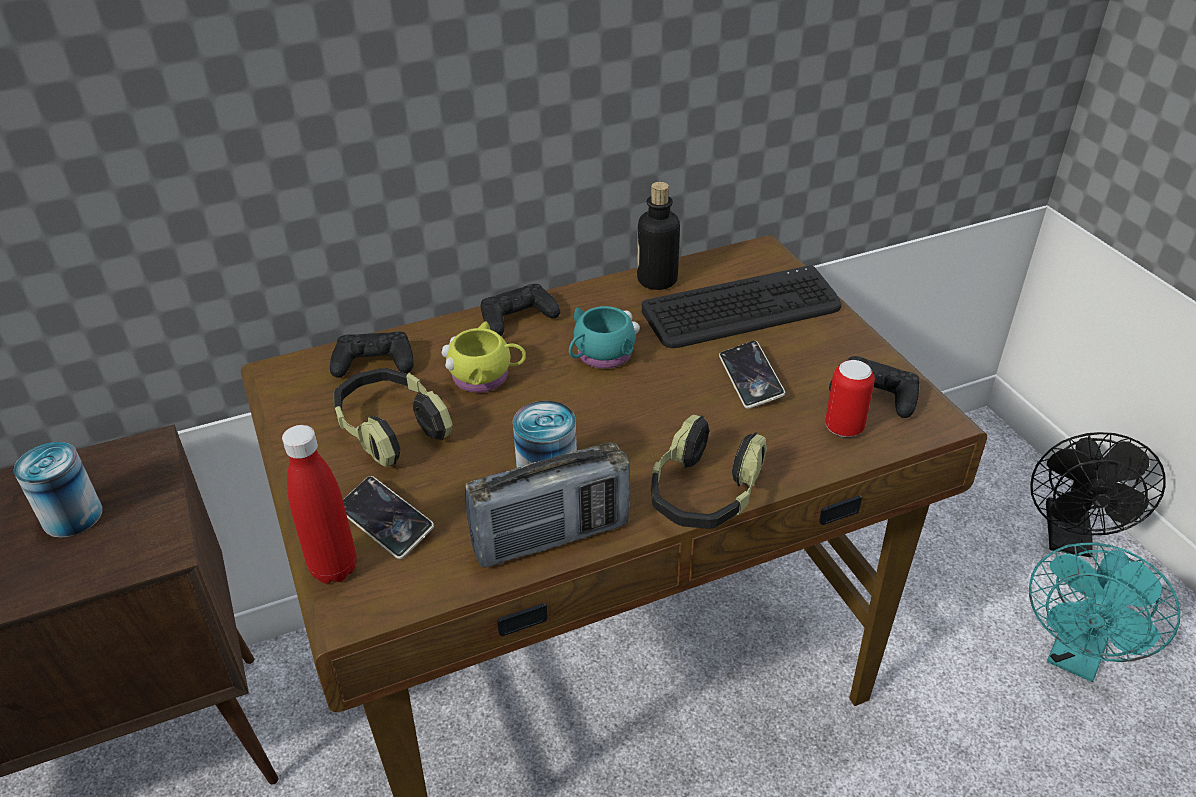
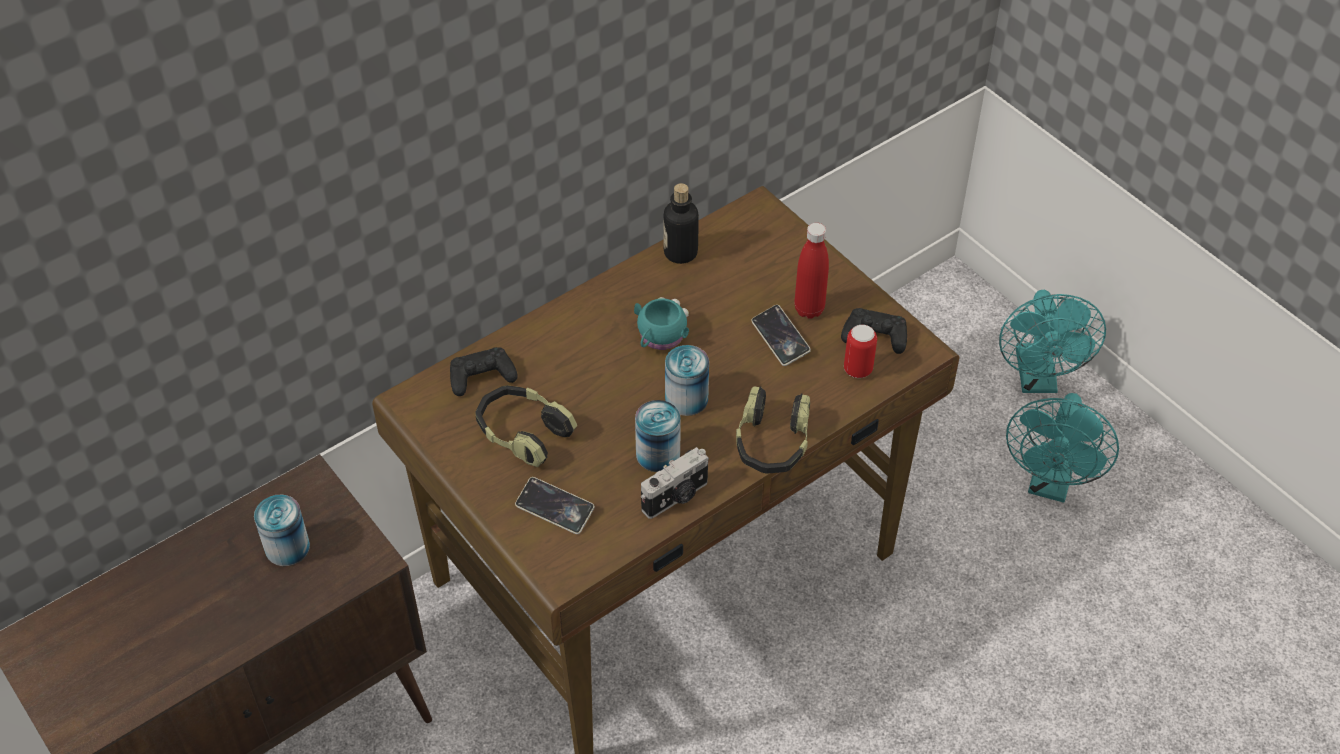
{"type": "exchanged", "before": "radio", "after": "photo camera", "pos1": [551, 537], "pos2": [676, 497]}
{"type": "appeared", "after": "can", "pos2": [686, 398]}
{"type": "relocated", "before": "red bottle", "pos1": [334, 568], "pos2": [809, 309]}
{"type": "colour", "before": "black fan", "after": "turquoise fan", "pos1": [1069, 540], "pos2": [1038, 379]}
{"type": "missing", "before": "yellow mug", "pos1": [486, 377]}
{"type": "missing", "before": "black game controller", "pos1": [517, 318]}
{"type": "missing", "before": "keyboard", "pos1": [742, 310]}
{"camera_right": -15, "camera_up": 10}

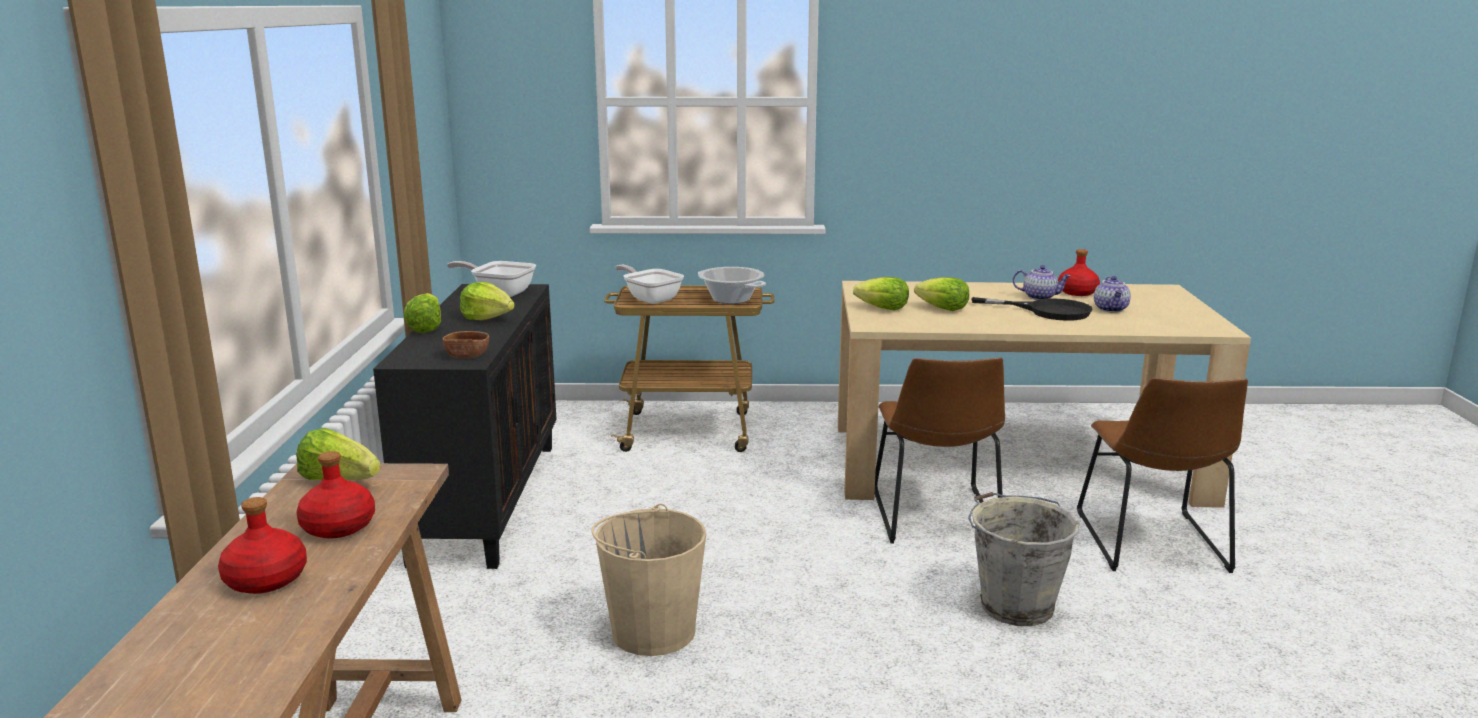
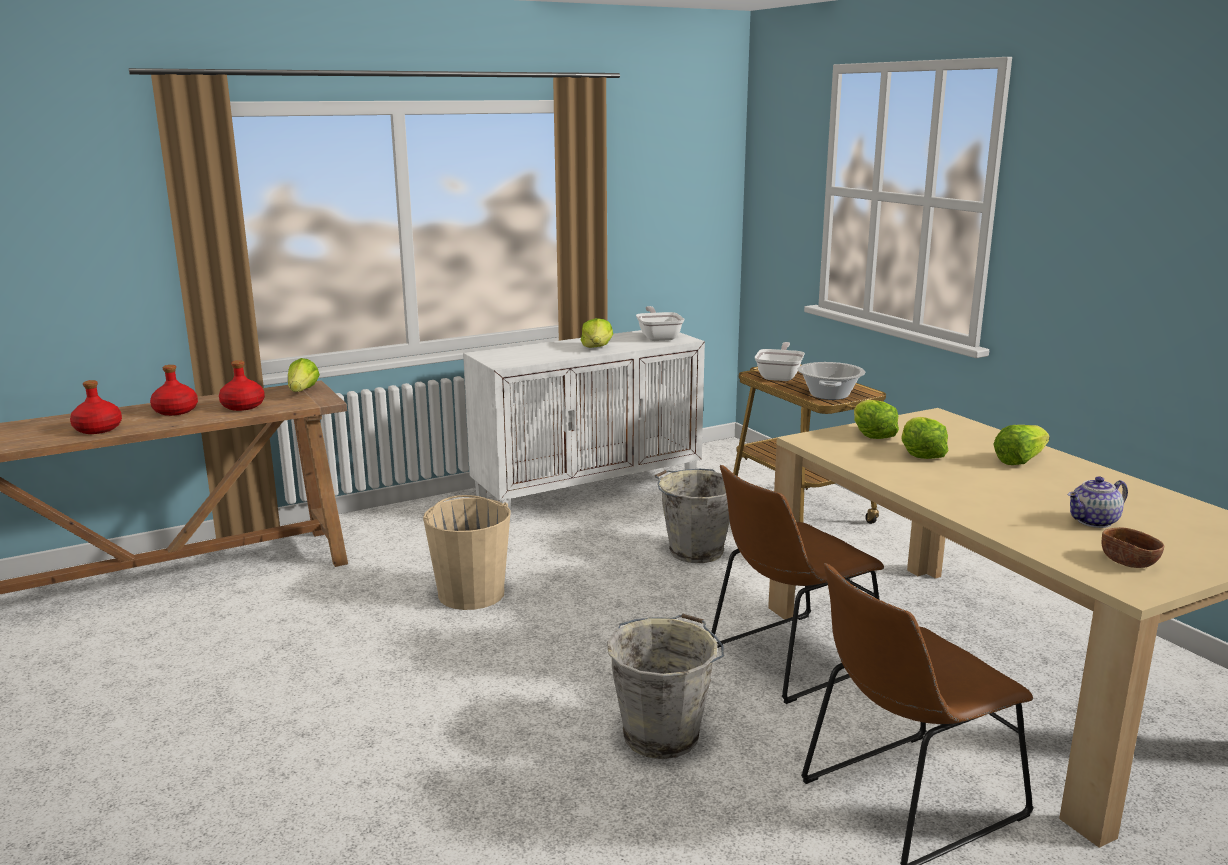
{"type": "relocated", "before": "red bottle", "pos1": [1078, 292], "pos2": [97, 429]}
{"type": "colour", "before": "black cabinet", "after": "white cabinet", "pos1": [485, 500], "pos2": [589, 490]}
{"type": "appeared", "after": "grey bucket", "pos2": [694, 551]}
{"type": "relocated", "before": "lettuce", "pos1": [426, 328], "pos2": [1019, 460]}
{"type": "relocated", "before": "brown bowl", "pos1": [467, 355], "pos2": [1128, 561]}
{"type": "missing", "before": "black frying pan", "pos1": [1047, 311]}
{"type": "missing", "before": "teapot", "pos1": [1040, 297]}
{"camera_right": 60, "camera_up": 0}

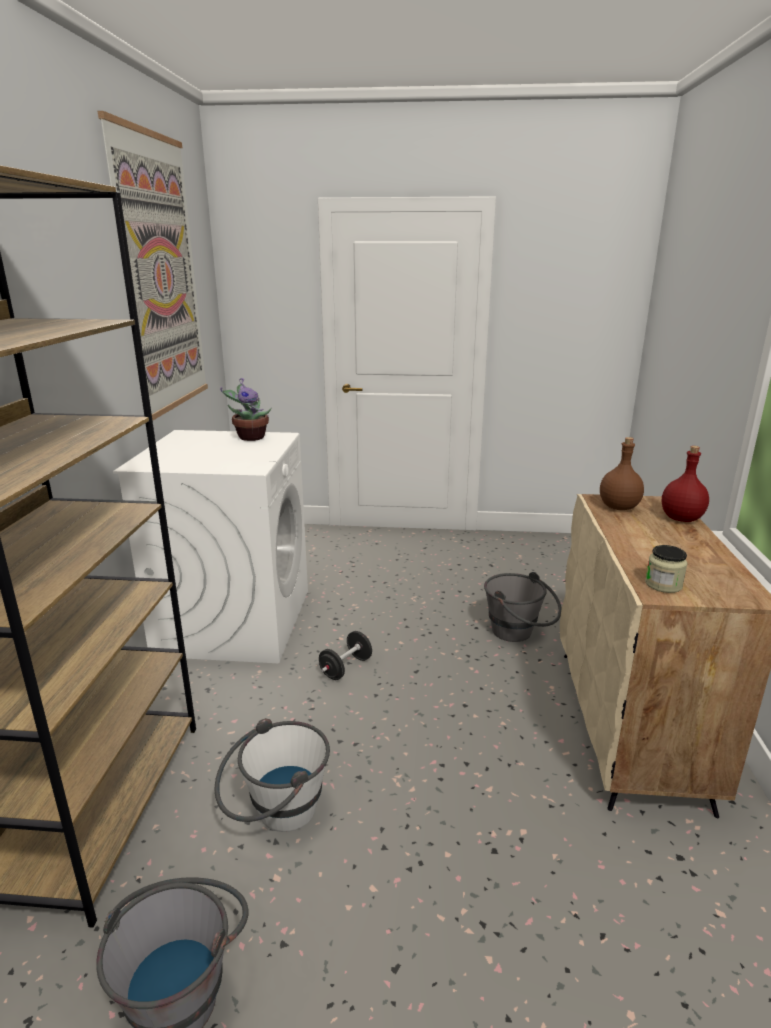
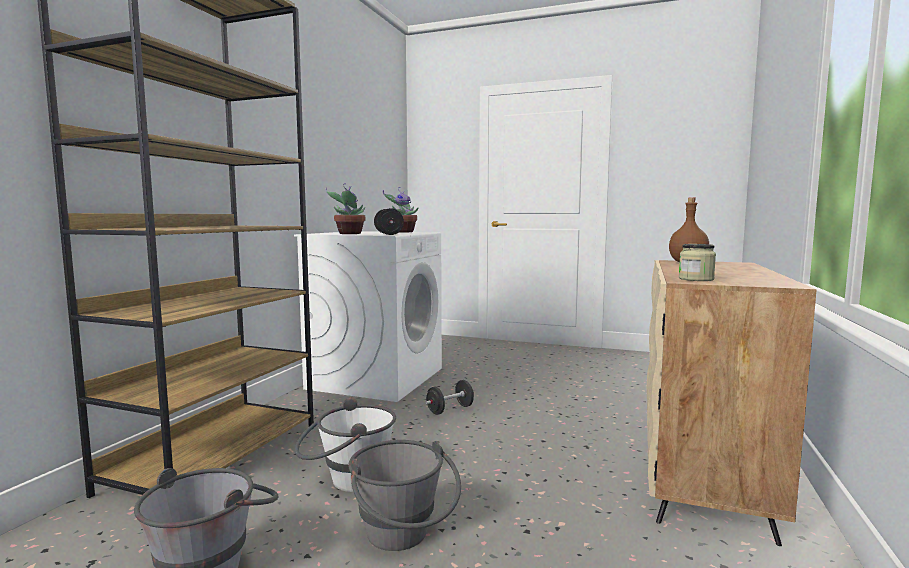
{"type": "appeared", "after": "potted plant", "pos2": [348, 233]}
{"type": "relocated", "before": "grey bucket", "pos1": [519, 634], "pos2": [403, 539]}
{"type": "appeared", "after": "black dumbbell", "pos2": [388, 234]}
{"type": "missing", "before": "picture", "pos1": [161, 276]}
{"type": "missing", "before": "red bottle", "pos1": [681, 519]}
{"camera_right": 15, "camera_up": -15}

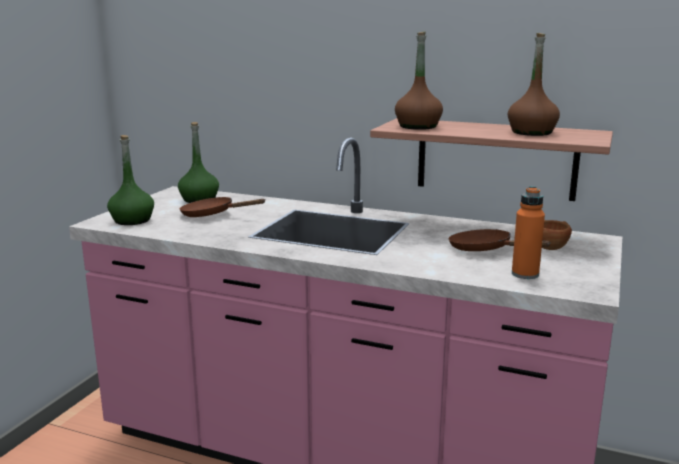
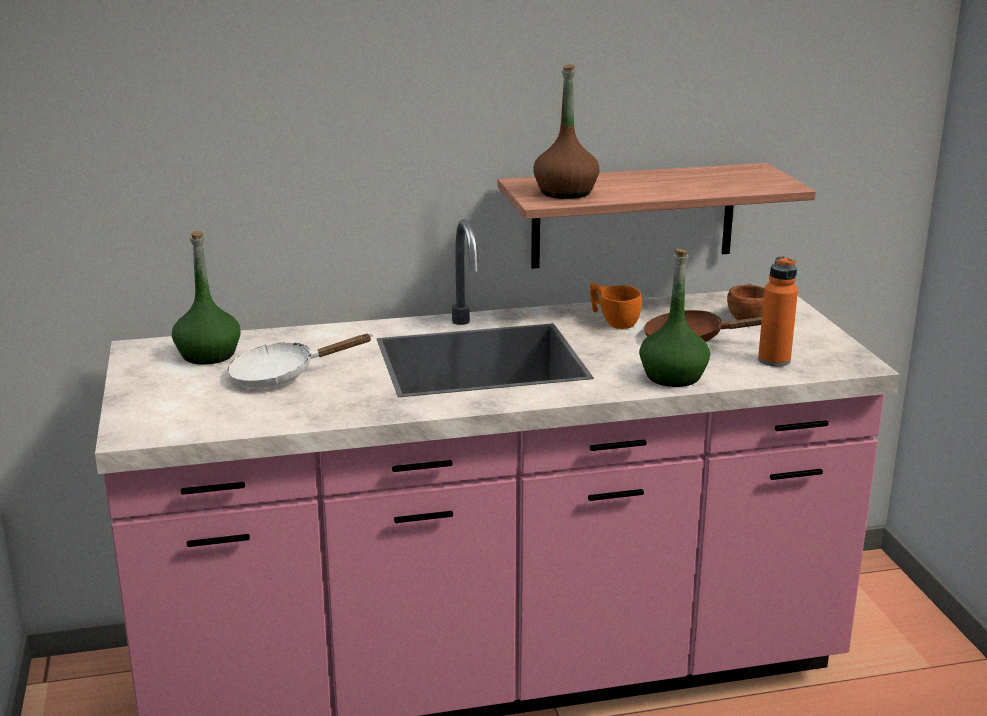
{"type": "colour", "before": "brown frying pan", "after": "white frying pan", "pos1": [212, 215], "pos2": [282, 375]}
{"type": "appeared", "after": "orange cup", "pos2": [613, 321]}
{"type": "relocated", "before": "green bottle", "pos1": [132, 220], "pos2": [673, 376]}
{"type": "missing", "before": "brown bottle", "pos1": [532, 132]}
{"camera_right": -35, "camera_up": 5}

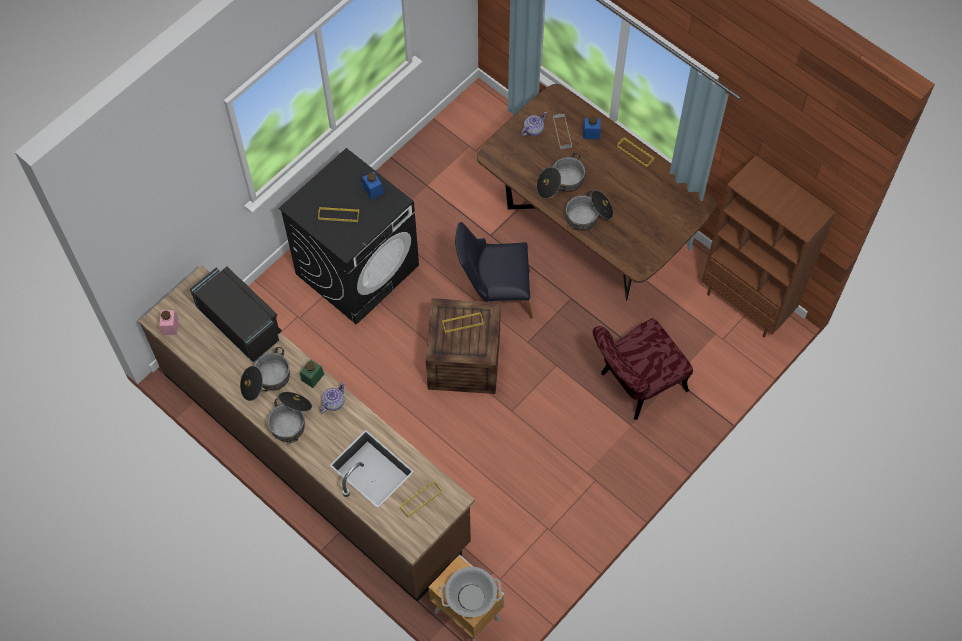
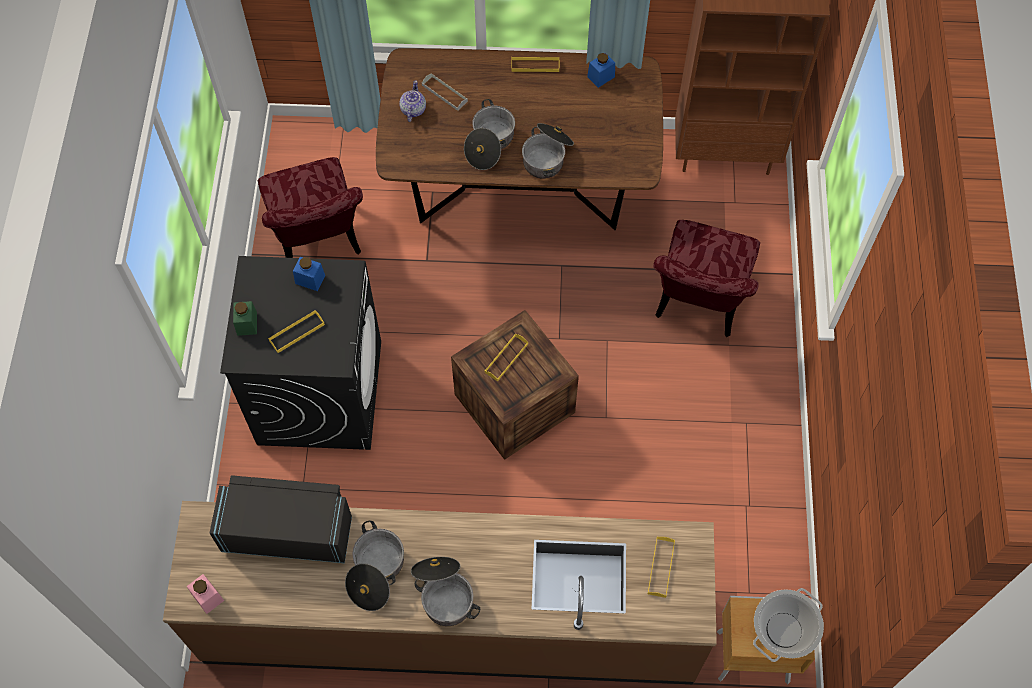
{"type": "relocated", "before": "green jar", "pos1": [312, 377], "pos2": [247, 324]}
{"type": "appeared", "after": "red chair", "pos2": [318, 242]}
{"type": "relocated", "before": "blue jar", "pos1": [591, 133], "pos2": [601, 77]}
{"type": "missing", "before": "teapot", "pos1": [333, 402]}
{"type": "missing", "before": "black chair", "pos1": [494, 294]}
{"camera_right": -40, "camera_up": 0}

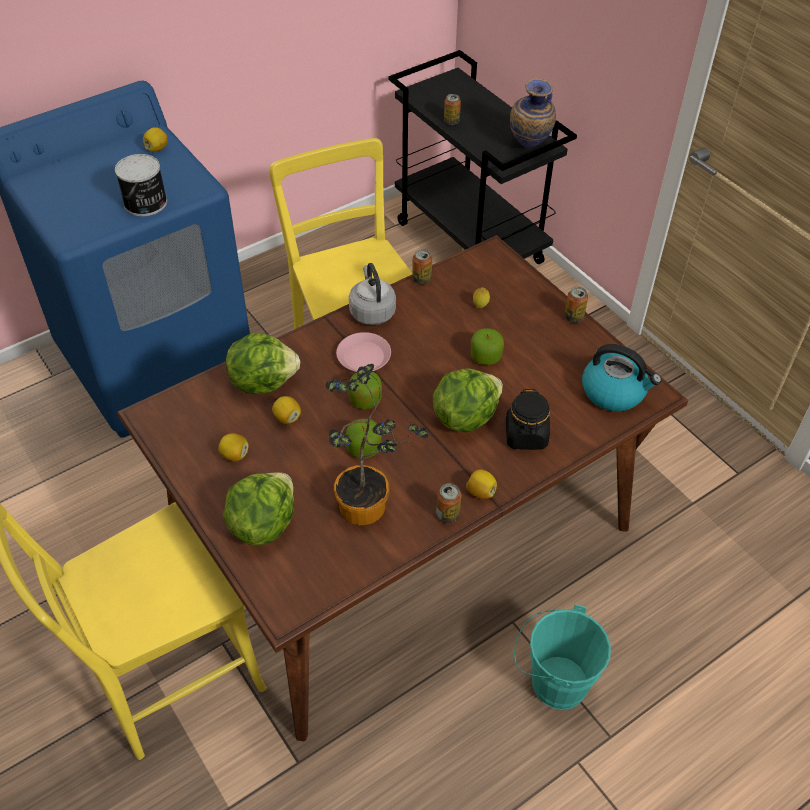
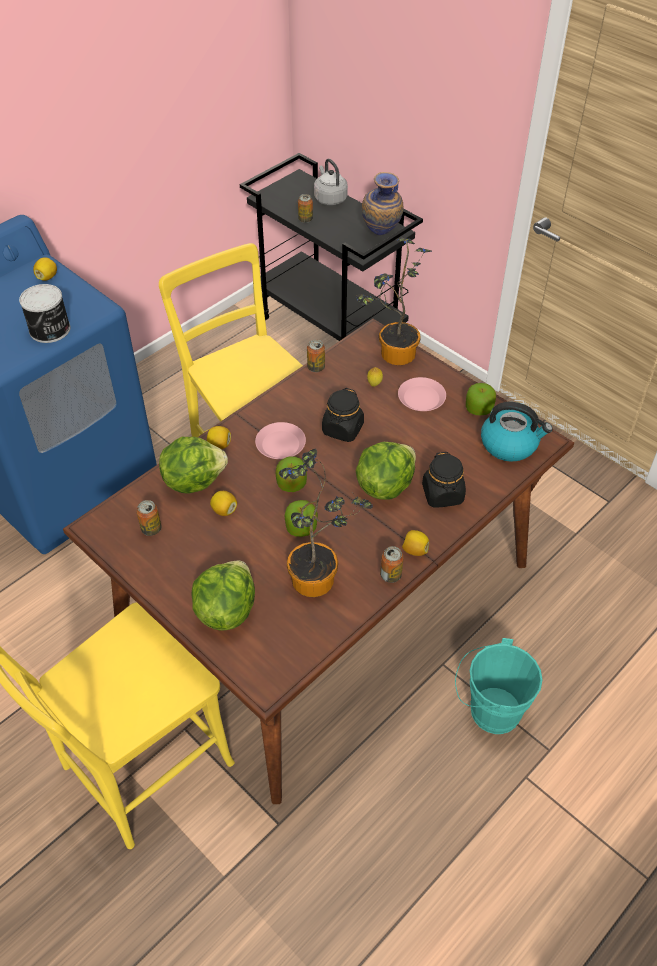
{"type": "relocated", "before": "can", "pos1": [573, 317], "pos2": [151, 529]}
{"type": "relocated", "before": "lemon", "pos1": [234, 455], "pos2": [219, 445]}
{"type": "relocated", "before": "grey kettle", "pos1": [371, 311], "pos2": [329, 198]}
{"type": "appeared", "after": "black jar", "pos2": [342, 429]}
{"type": "appeared", "after": "potted plant", "pos2": [392, 355]}
{"type": "appeared", "after": "pink plate", "pos2": [421, 398]}
{"type": "relocated", "before": "apple", "pos1": [485, 357], "pos2": [479, 408]}
{"camera_right": -10, "camera_up": 0}

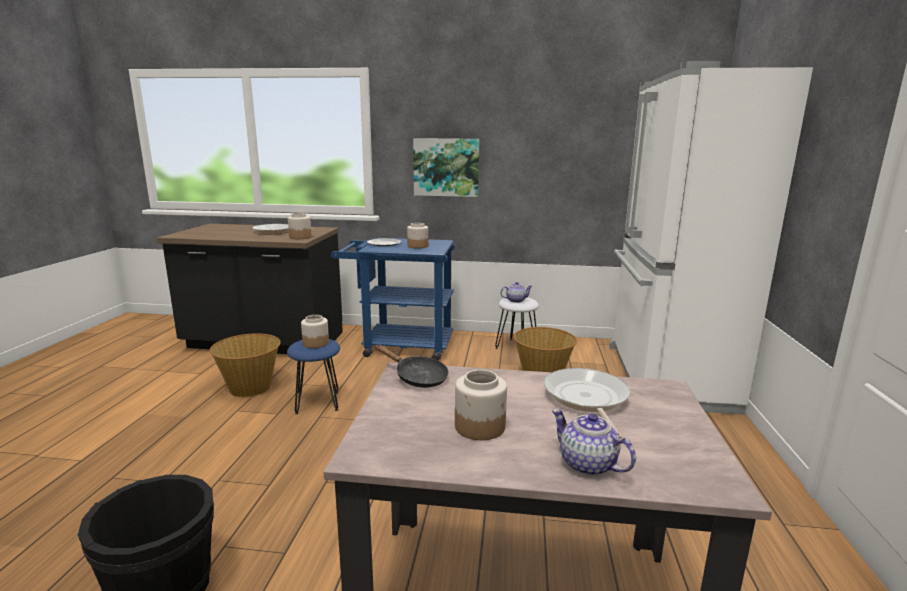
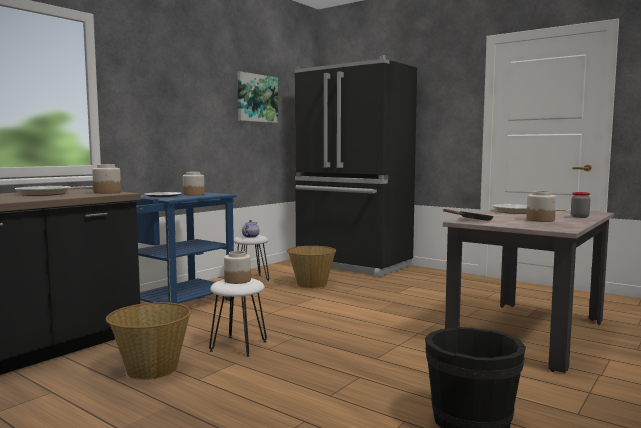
{"type": "colour", "before": "blue stool", "after": "white stool", "pos1": [317, 402], "pos2": [239, 346]}
{"type": "relocated", "before": "picture", "pos1": [446, 167], "pos2": [256, 98]}
{"type": "colour", "before": "white fridge", "after": "black fridge", "pos1": [664, 377], "pos2": [352, 265]}
{"type": "exchanged", "before": "teapot", "after": "jar", "pos1": [588, 464], "pos2": [579, 217]}
{"camera_right": -60, "camera_up": -10}

